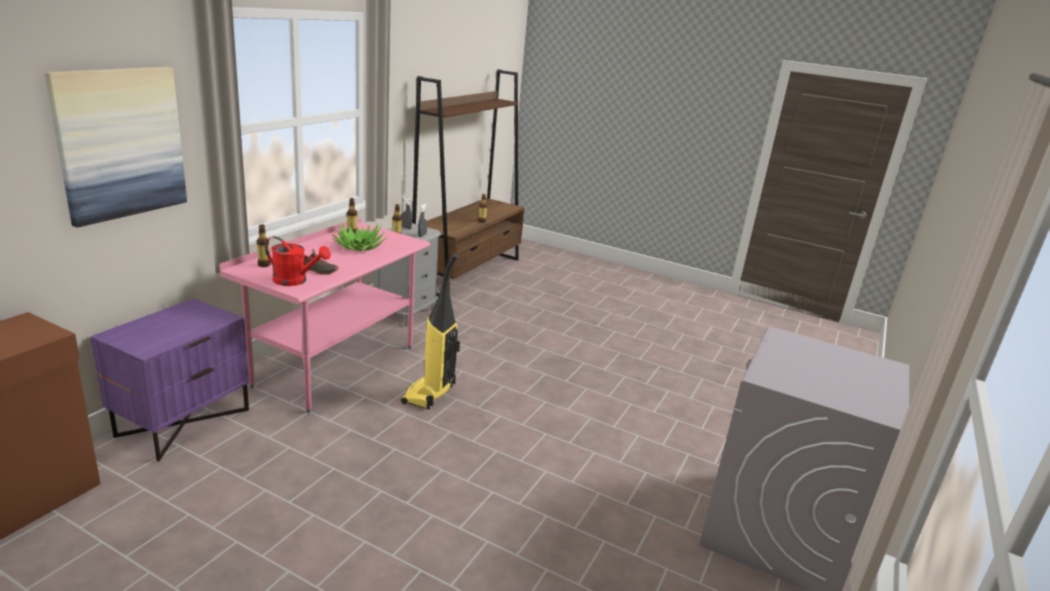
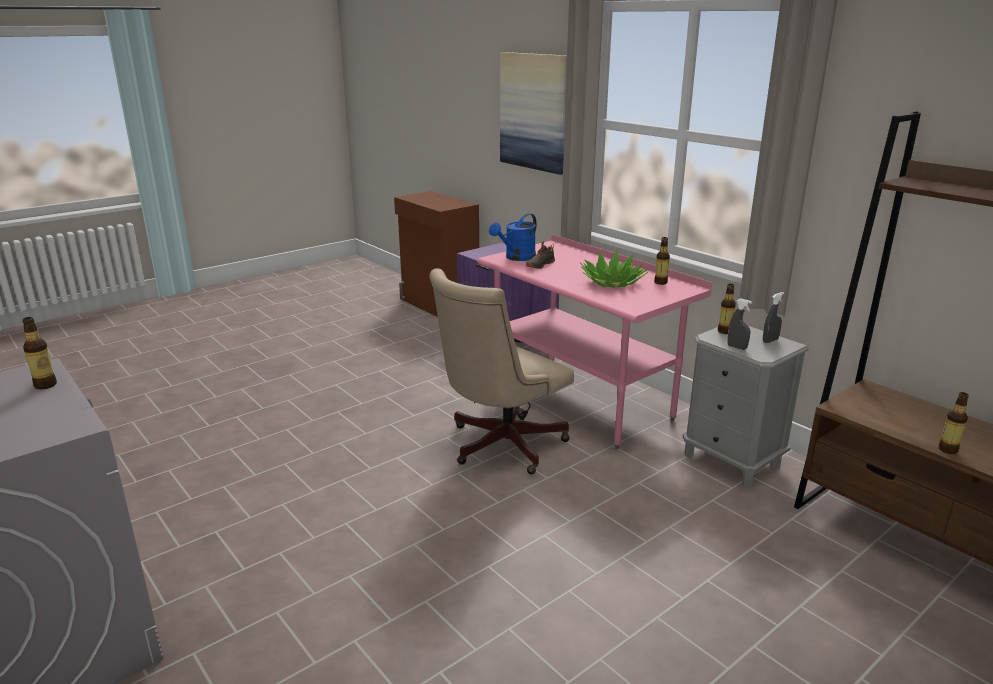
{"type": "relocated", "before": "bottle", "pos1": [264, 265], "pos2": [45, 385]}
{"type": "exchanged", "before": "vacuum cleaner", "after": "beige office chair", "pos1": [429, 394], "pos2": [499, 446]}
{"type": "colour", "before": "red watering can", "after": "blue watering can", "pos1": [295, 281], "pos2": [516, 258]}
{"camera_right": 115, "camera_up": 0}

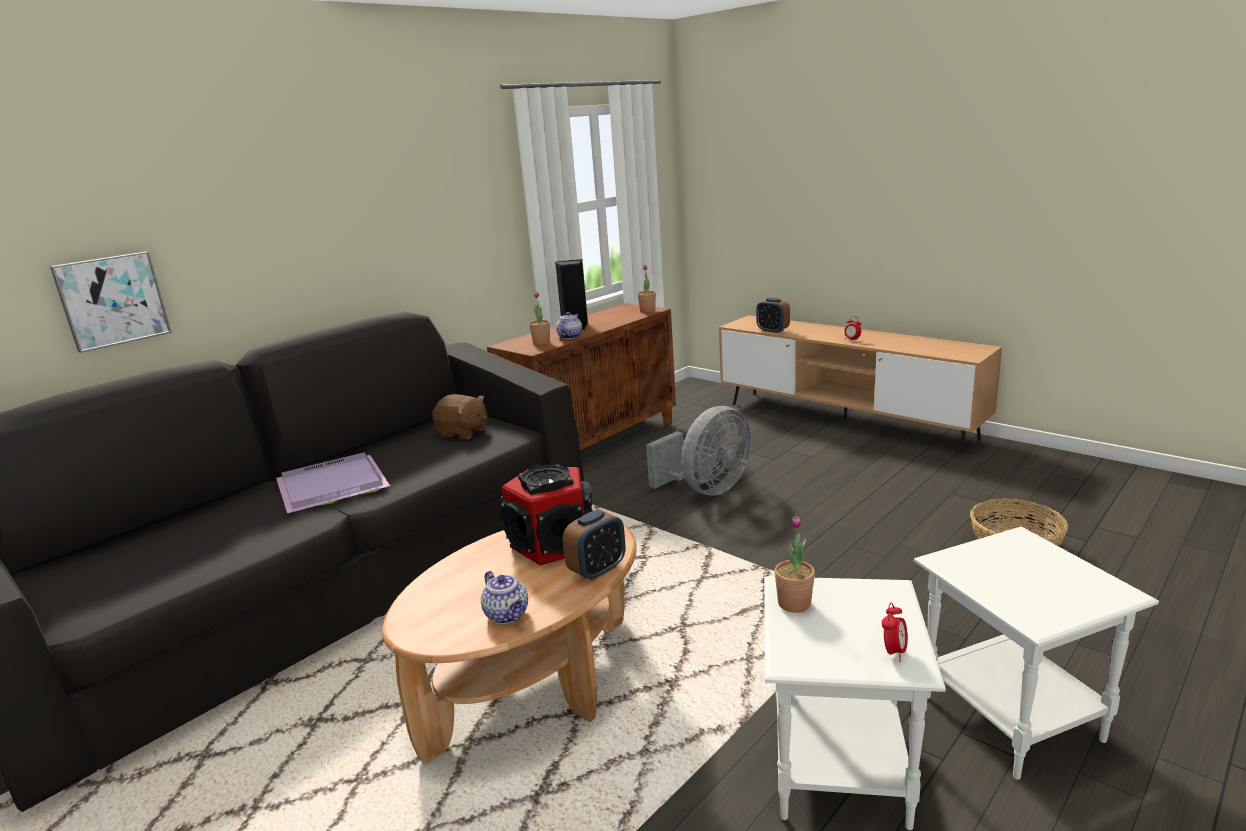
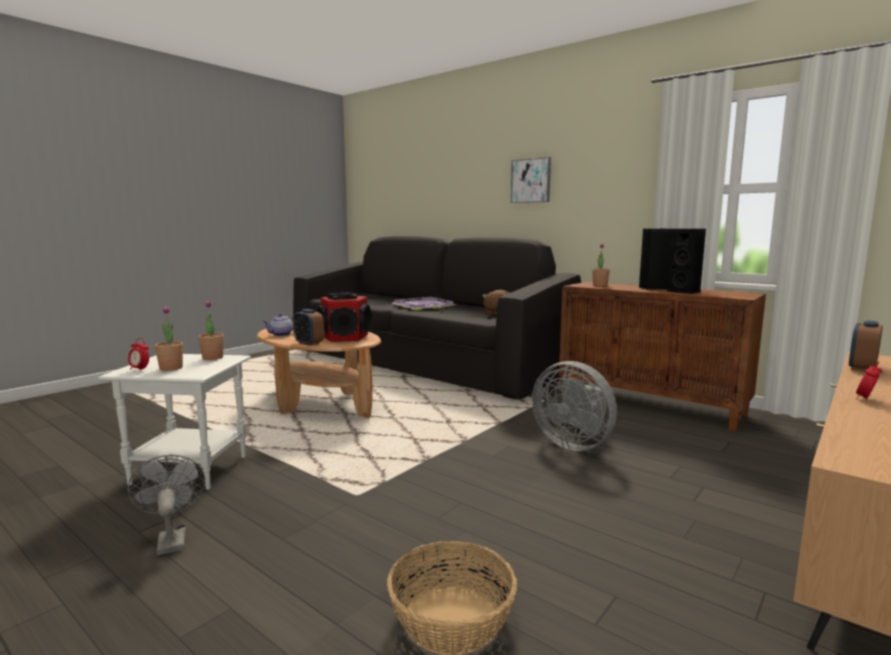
{"type": "exchanged", "before": "white side table", "after": "grey fan", "pos1": [1012, 719], "pos2": [171, 539]}
{"type": "relocated", "before": "potted plant", "pos1": [647, 310], "pos2": [171, 368]}
{"type": "relocated", "before": "picture", "pos1": [112, 300], "pos2": [531, 181]}
{"type": "appeared", "after": "black speaker", "pos2": [685, 291]}
{"type": "missing", "before": "teapot", "pos1": [570, 336]}
{"camera_right": 85, "camera_up": -10}

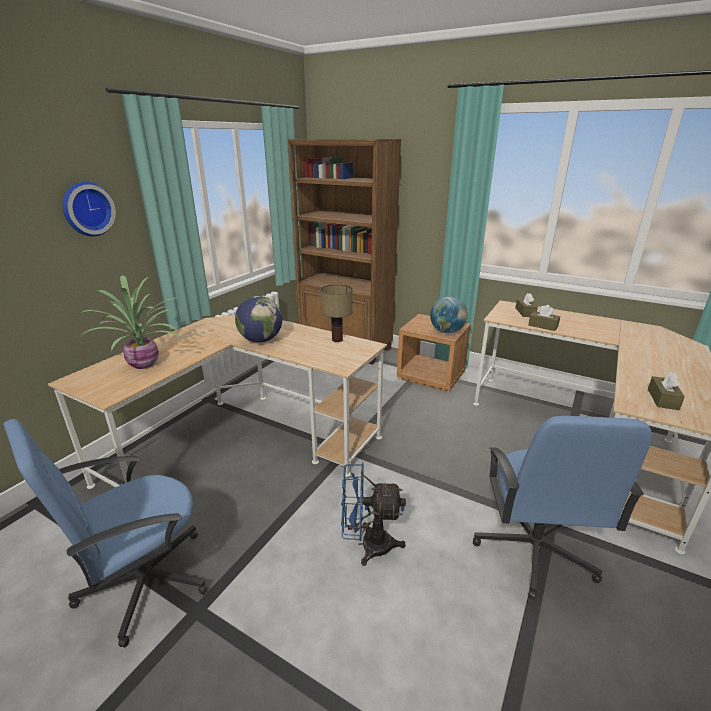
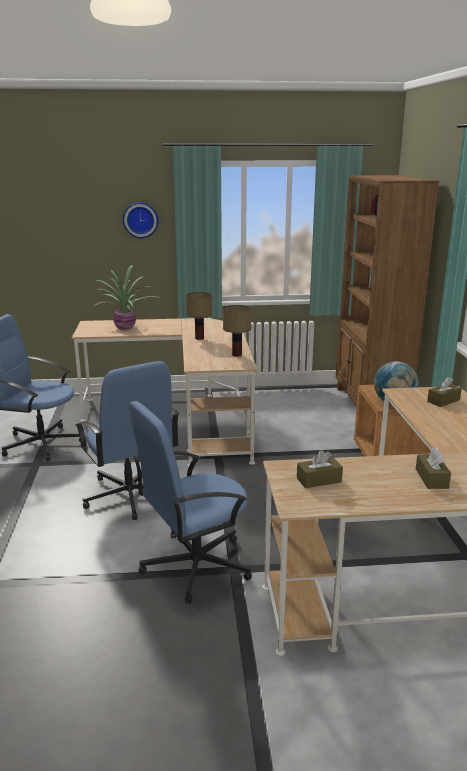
{"type": "exchanged", "before": "blue fan", "after": "blue office chair", "pos1": [368, 544], "pos2": [129, 496]}
{"type": "exchanged", "before": "globe", "after": "table lamp", "pos1": [261, 340], "pos2": [199, 338]}
{"type": "relocated", "before": "brown tissue box", "pos1": [543, 326], "pos2": [431, 478]}
{"camera_right": 55, "camera_up": -5}

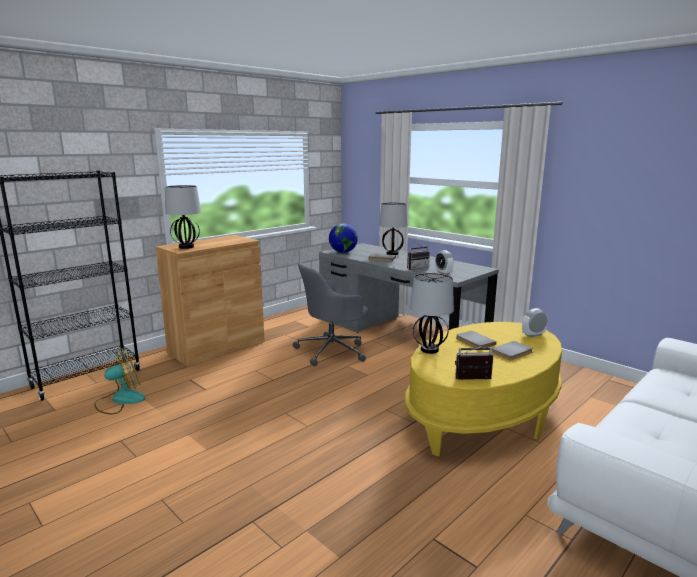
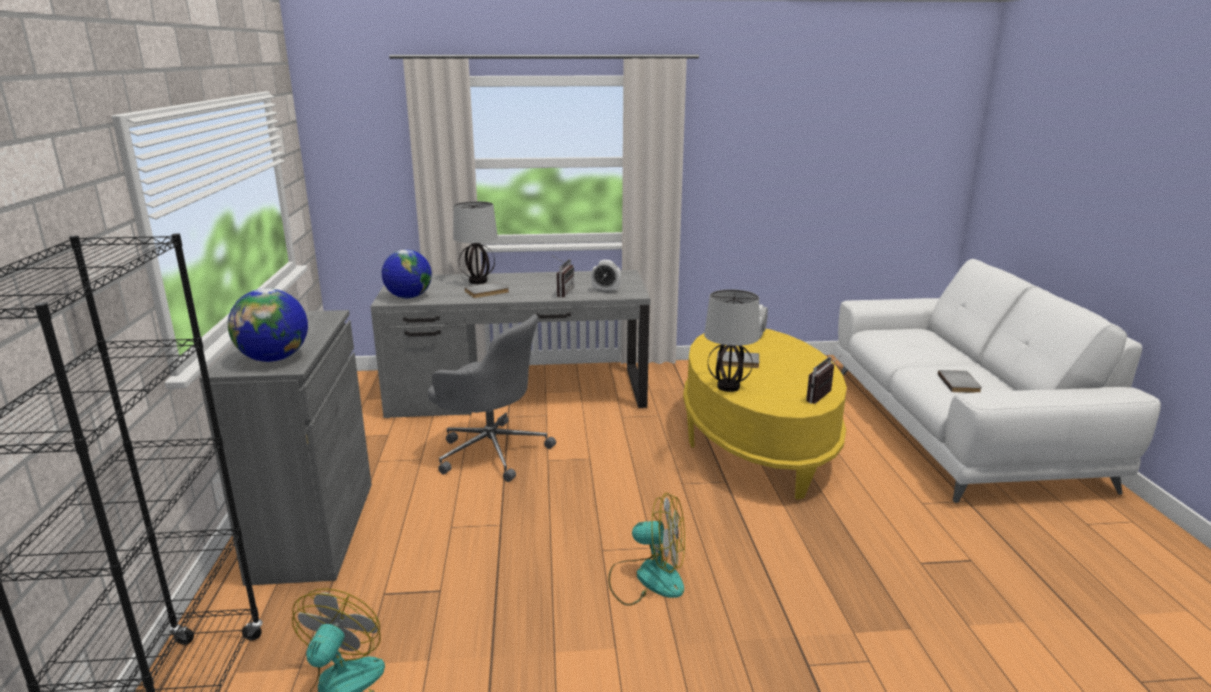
{"type": "colour", "before": "brown cabinet", "after": "grey cabinet", "pos1": [217, 347], "pos2": [314, 530]}
{"type": "exchanged", "before": "table lamp", "after": "globe", "pos1": [186, 247], "pos2": [274, 359]}
{"type": "spun", "before": "grey office chair", "pos1": [332, 351], "pos2": [491, 451], "turn": -75}
{"type": "appeared", "after": "fan", "pos2": [647, 578]}
{"type": "relocated", "before": "grey book", "pos1": [513, 352], "pos2": [960, 383]}
{"camera_right": -50, "camera_up": 5}

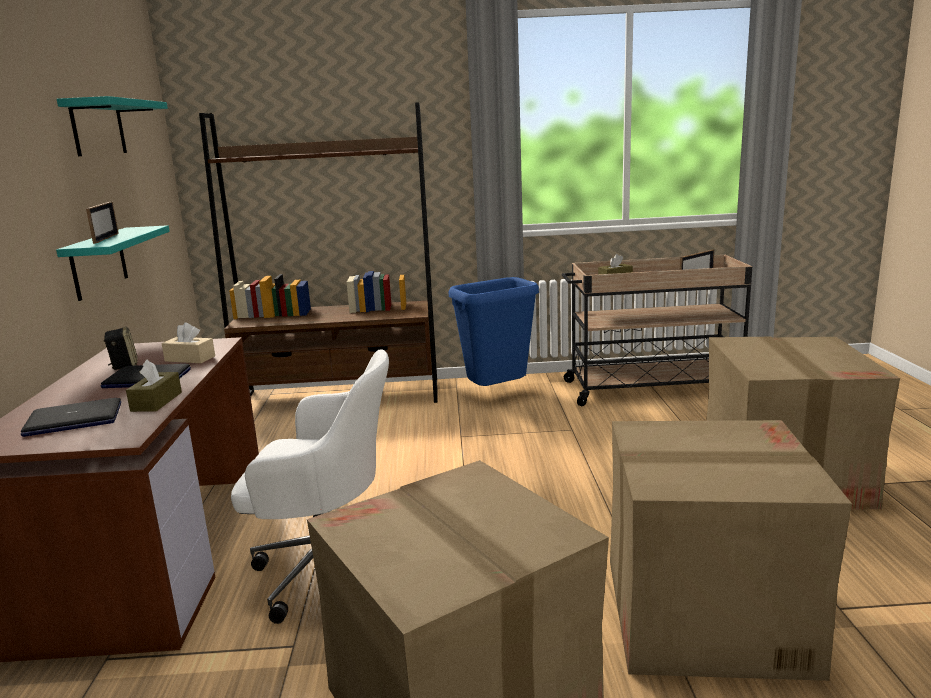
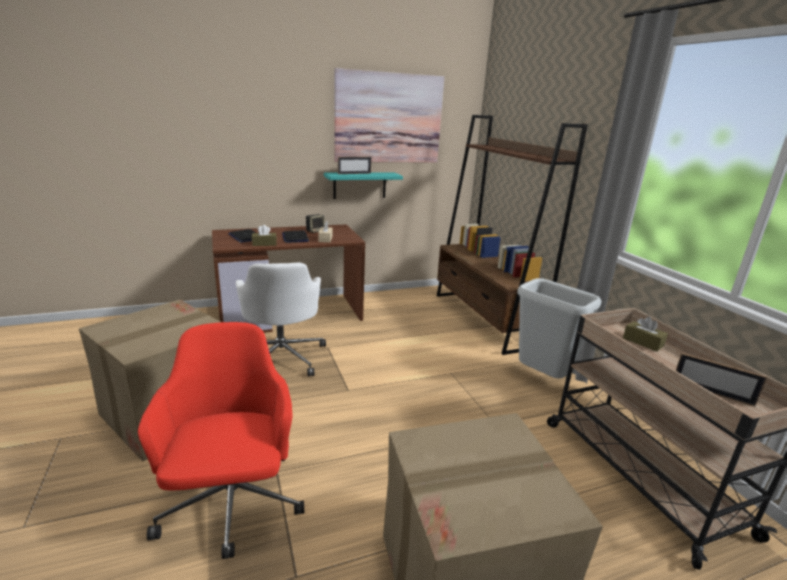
{"type": "exchanged", "before": "cardboard box", "after": "red office chair", "pos1": [703, 613], "pos2": [232, 505]}
{"type": "exchanged", "before": "turquoise shelf", "after": "picture", "pos1": [98, 128], "pos2": [388, 118]}
{"type": "colour", "before": "blue trash can", "after": "grey trash can", "pos1": [497, 393], "pos2": [542, 378]}
{"camera_right": 70, "camera_up": 5}

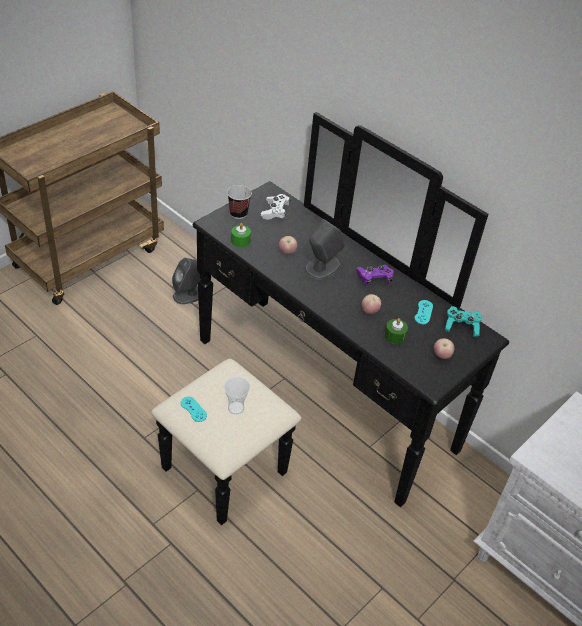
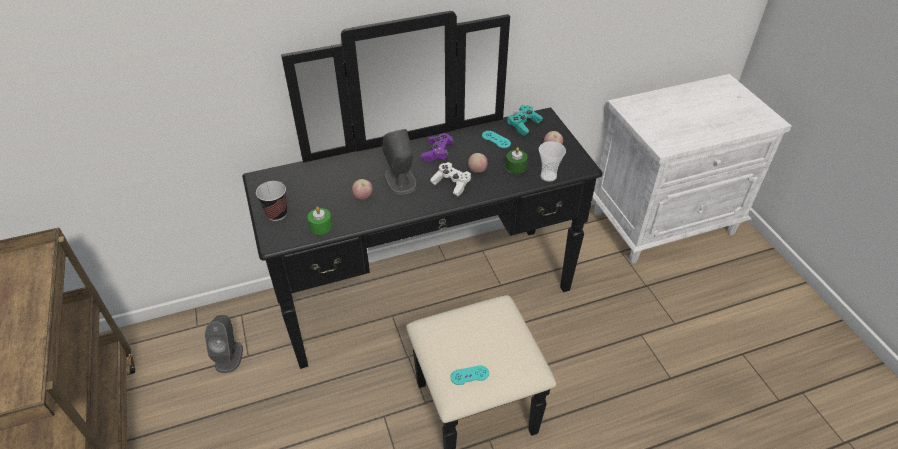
{"type": "relocated", "before": "white game controller", "pos1": [275, 212], "pos2": [451, 184]}
{"type": "relocated", "before": "cup", "pos1": [236, 408], "pos2": [548, 176]}
{"camera_right": -60, "camera_up": 0}

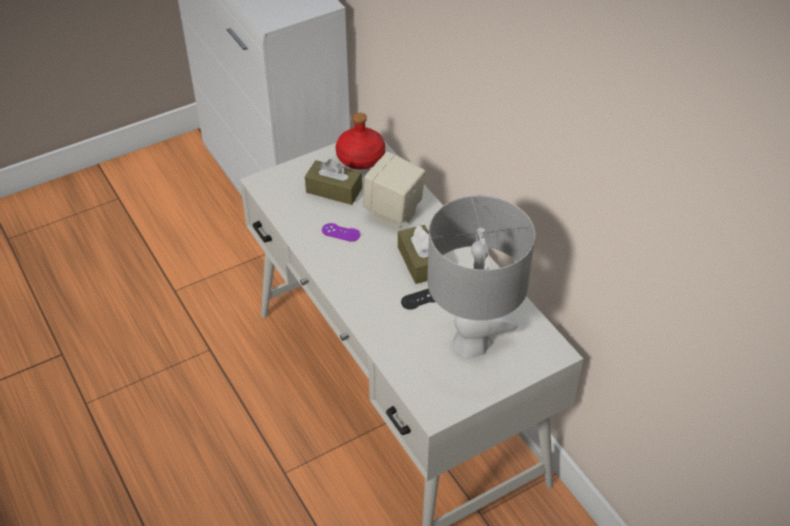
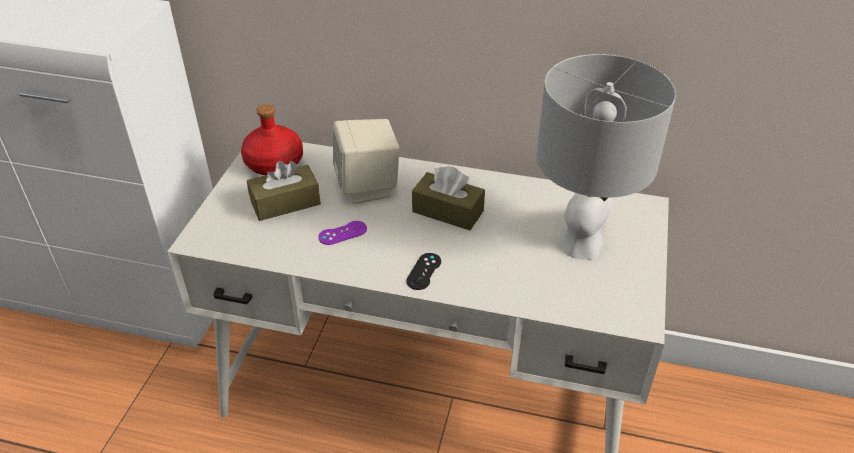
{"type": "relocated", "before": "black game controller", "pos1": [421, 299], "pos2": [424, 271]}
{"camera_right": -45, "camera_up": -5}

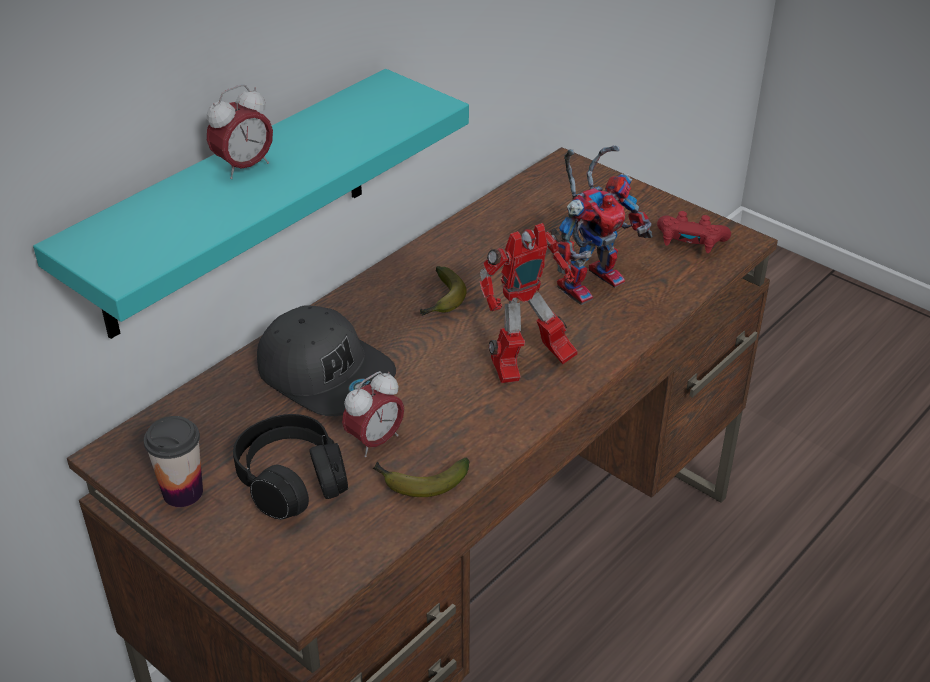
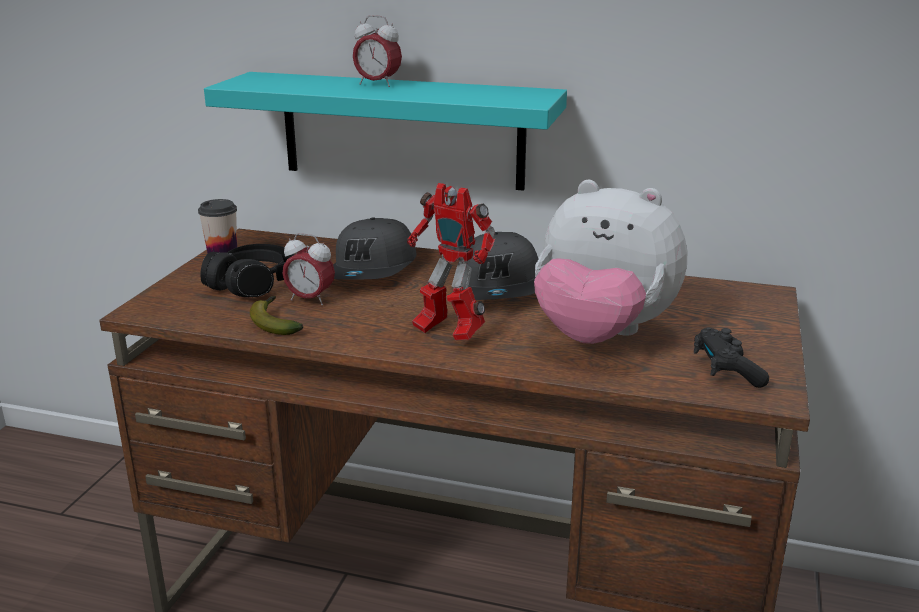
{"type": "exchanged", "before": "banana", "after": "grey cap", "pos1": [442, 301], "pos2": [499, 287]}
{"type": "exchanged", "before": "toy robot", "after": "plush toy", "pos1": [591, 280], "pos2": [601, 336]}
{"type": "colour", "before": "red game controller", "after": "black game controller", "pos1": [690, 243], "pos2": [726, 371]}
{"camera_right": 65, "camera_up": -15}

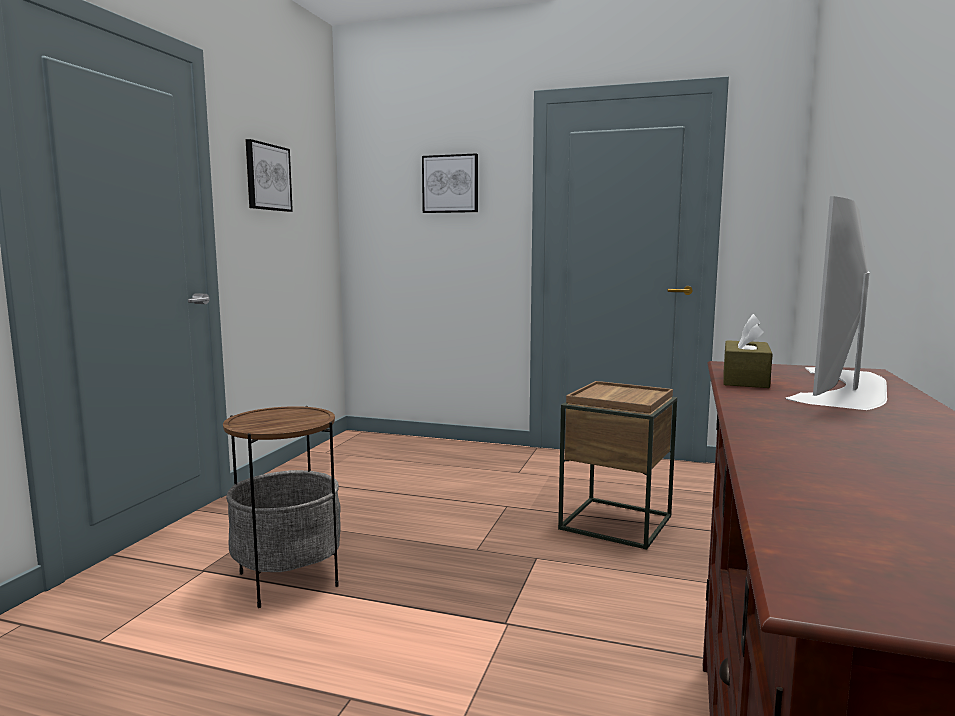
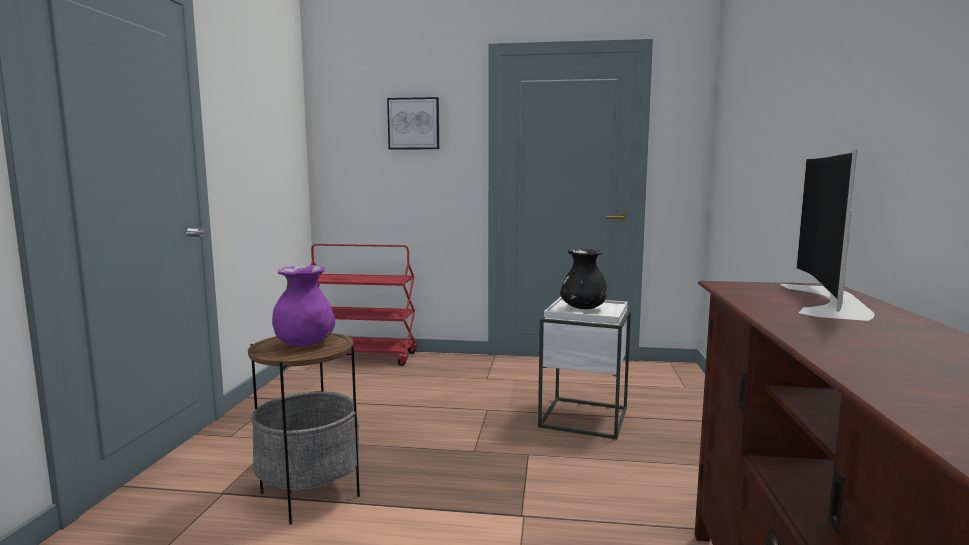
{"type": "appeared", "after": "purple vase", "pos2": [305, 344]}
{"type": "appeared", "after": "red cart", "pos2": [363, 357]}
{"type": "colour", "before": "brown side table", "after": "white side table", "pos1": [616, 523], "pos2": [584, 418]}
{"type": "appeared", "after": "black vase", "pos2": [583, 308]}
{"type": "missing", "before": "picture", "pos1": [267, 177]}
{"type": "missing", "before": "brown tissue box", "pos1": [745, 379]}
{"camera_right": -10, "camera_up": 0}

